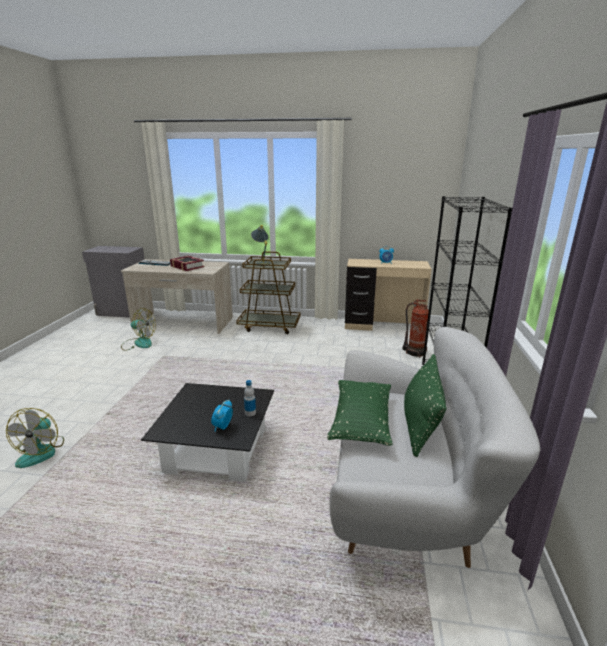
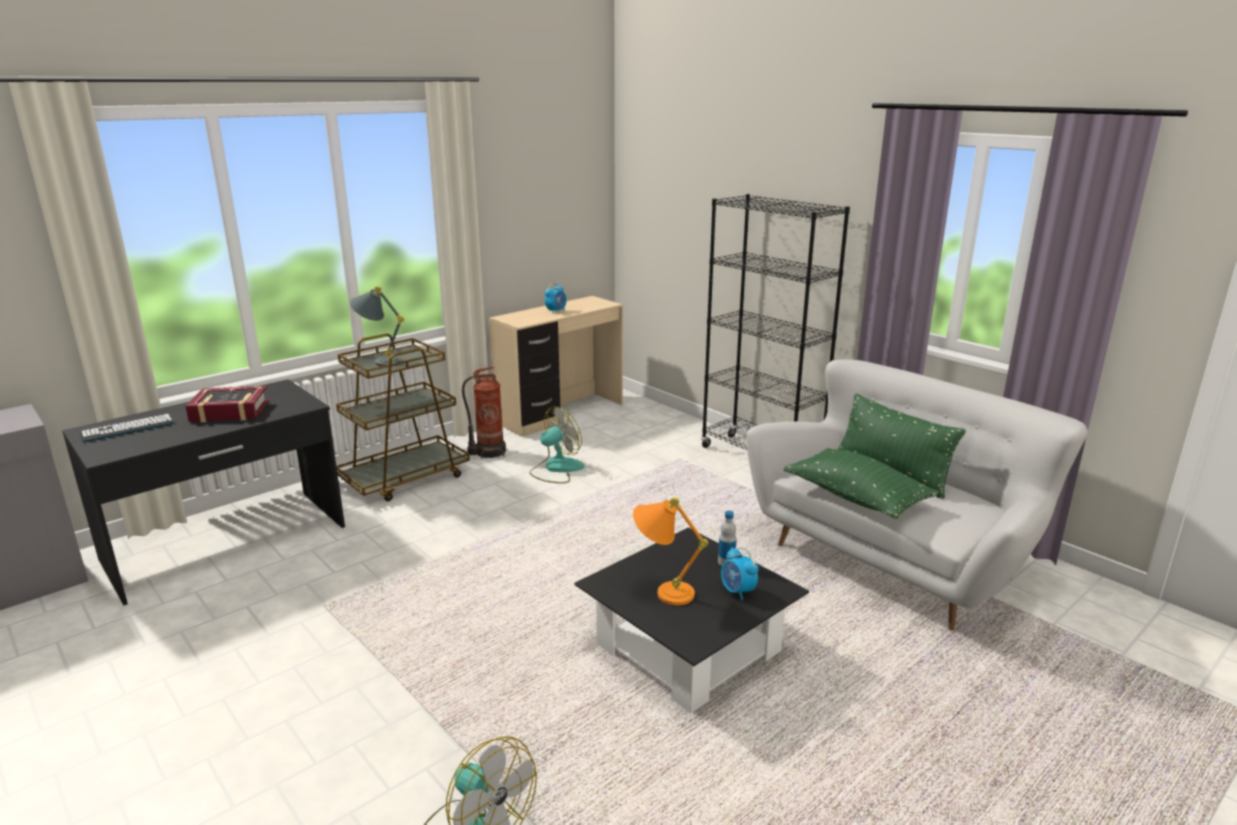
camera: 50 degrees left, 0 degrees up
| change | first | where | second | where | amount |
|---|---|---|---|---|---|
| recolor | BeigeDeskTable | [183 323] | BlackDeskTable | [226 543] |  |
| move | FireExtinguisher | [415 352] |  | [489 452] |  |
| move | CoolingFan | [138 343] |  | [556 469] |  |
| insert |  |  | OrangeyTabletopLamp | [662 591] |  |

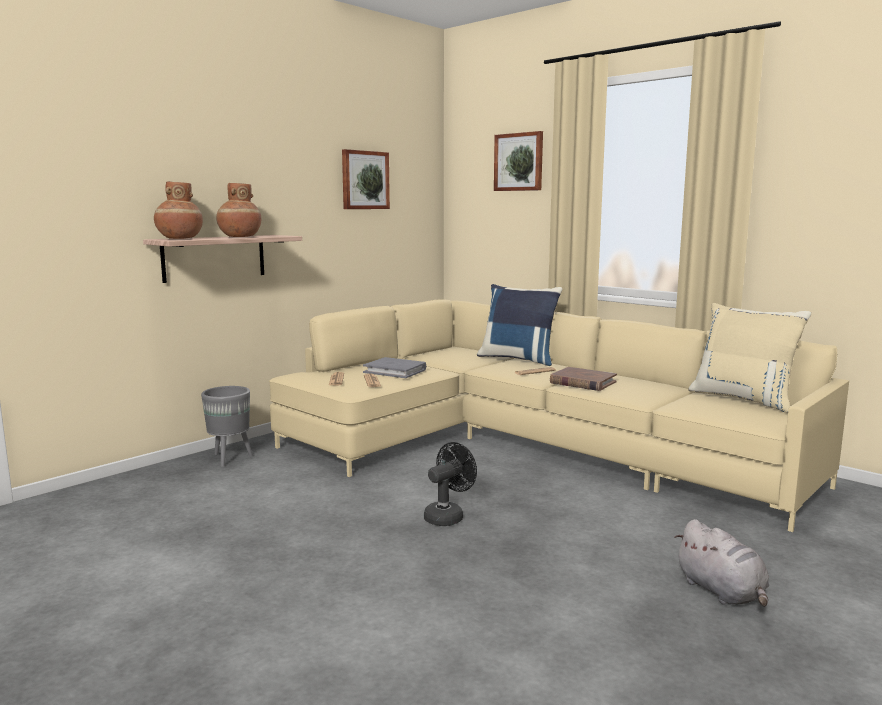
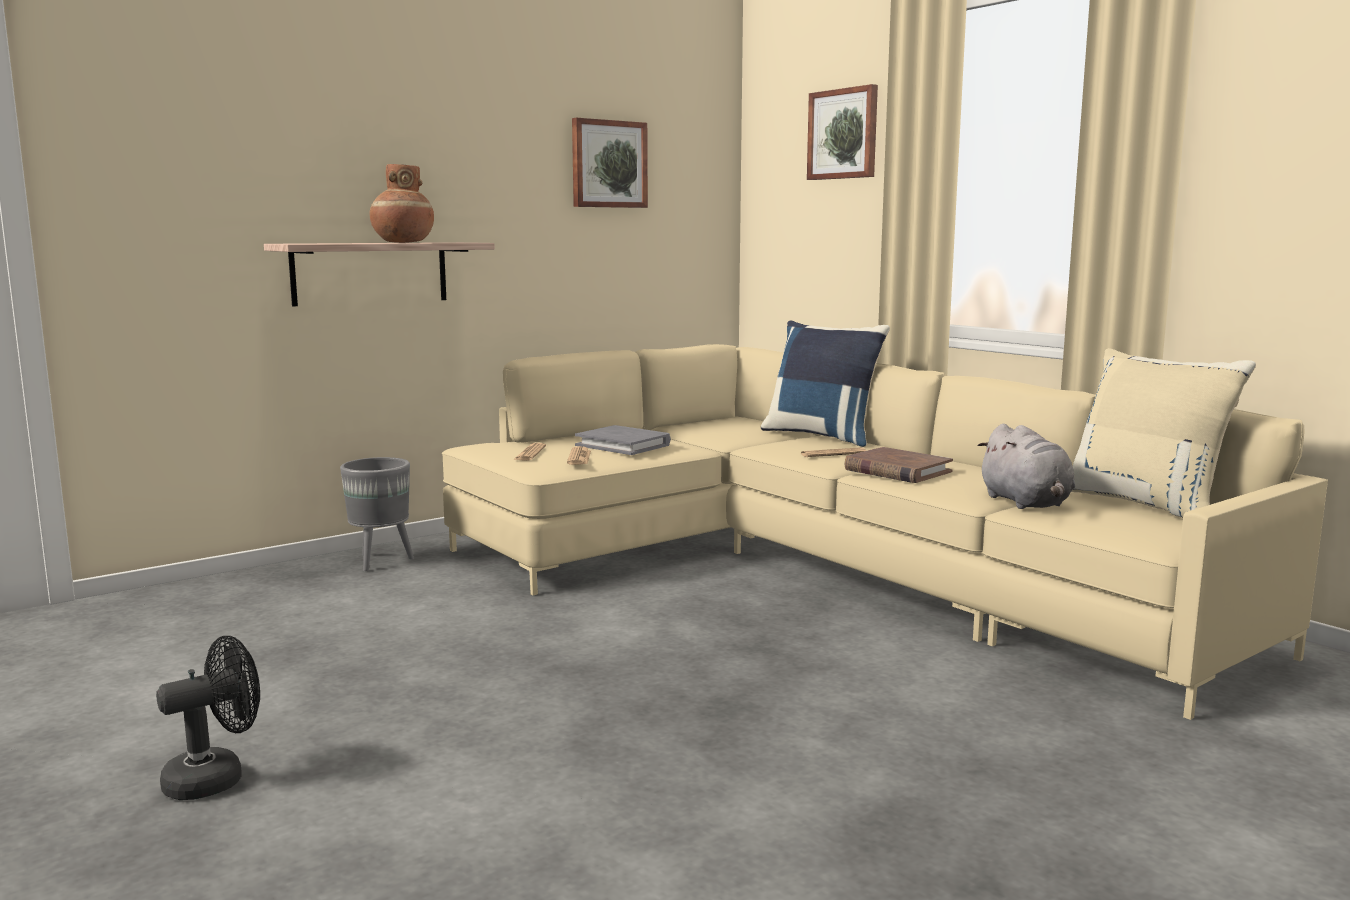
camera: 10 degrees right, 0 degrees up
| change | first | where | second | where | amount |
|---|---|---|---|---|---|
| move | BlackCoolingFan | [448 516] |  | [216 778] |  |
| move | GreyishSoftToy | [722 592] |  | [1026 503] |  |
| delete | BrownColouredFlowerVase | [179 238] |  |  |  |

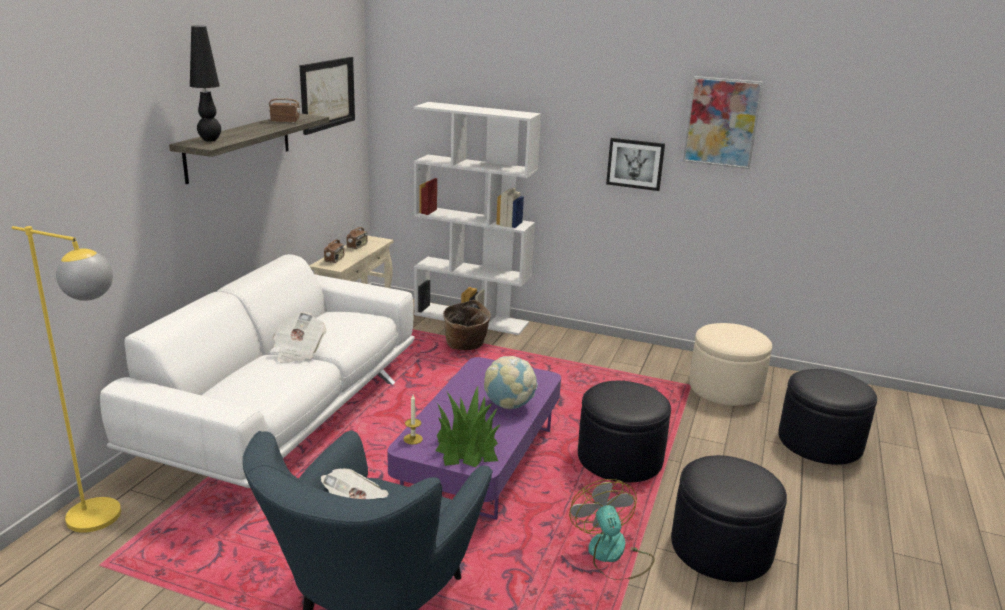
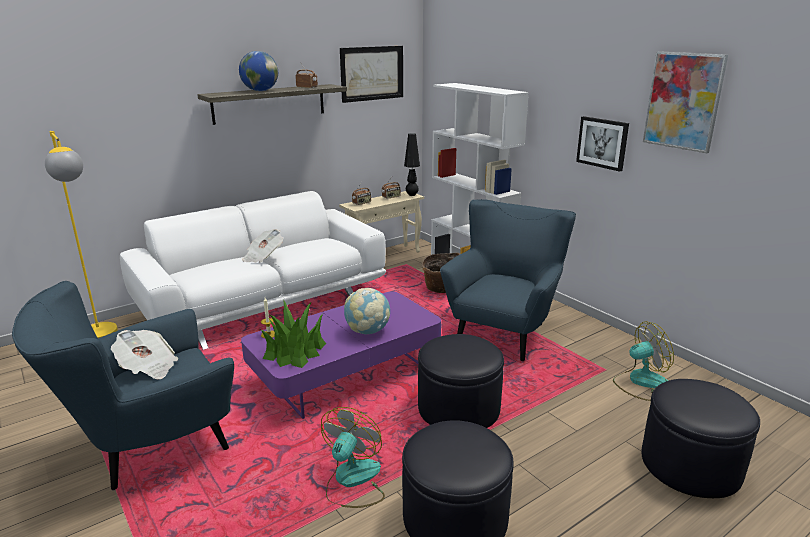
camera: 35 degrees right, 0 degrees up
| change | first | where | second | where | amount |
|---|---|---|---|---|---|
| insert |  |  | DeskGlobe | [260 91] |  |
| move | BlackTabletopLamp | [210 140] |  | [411 195] |  |
| insert |  |  | BlueEasyChair | [504 331] |  |
| replace | BeigeOttoman | [725 388] | CoolingFan | [640 382] |  |

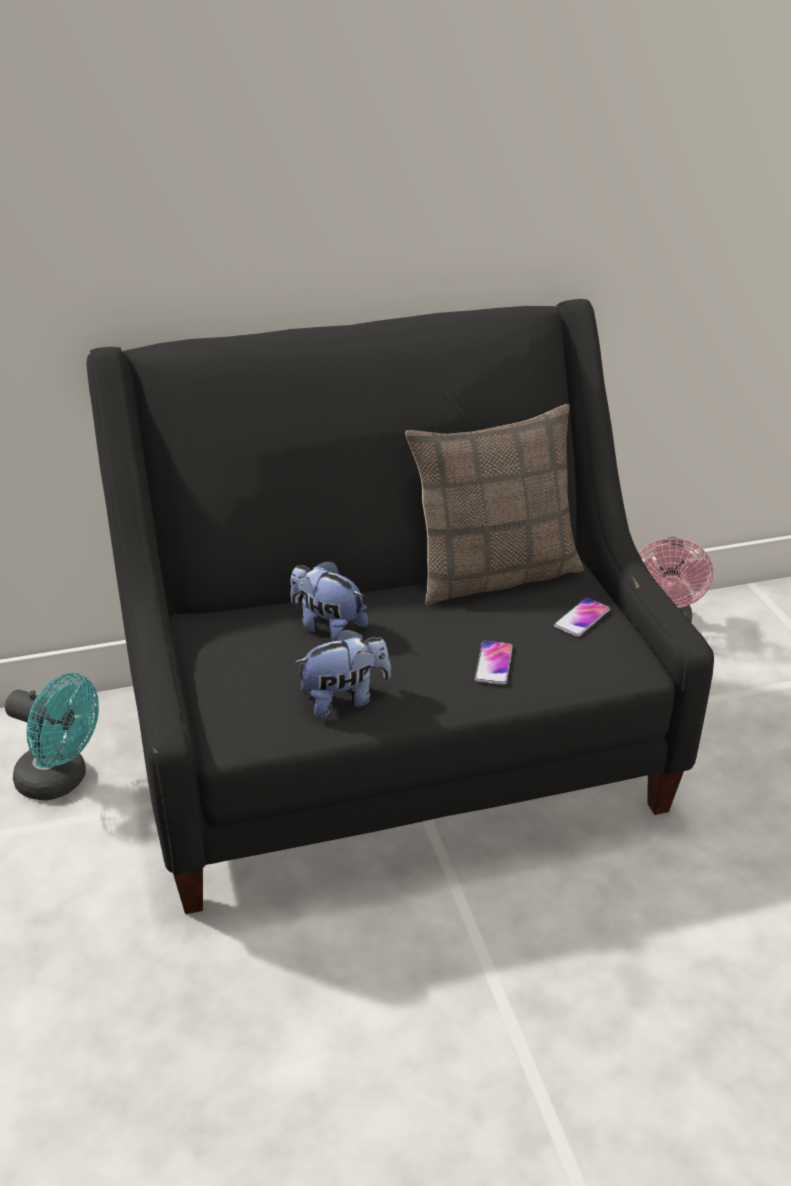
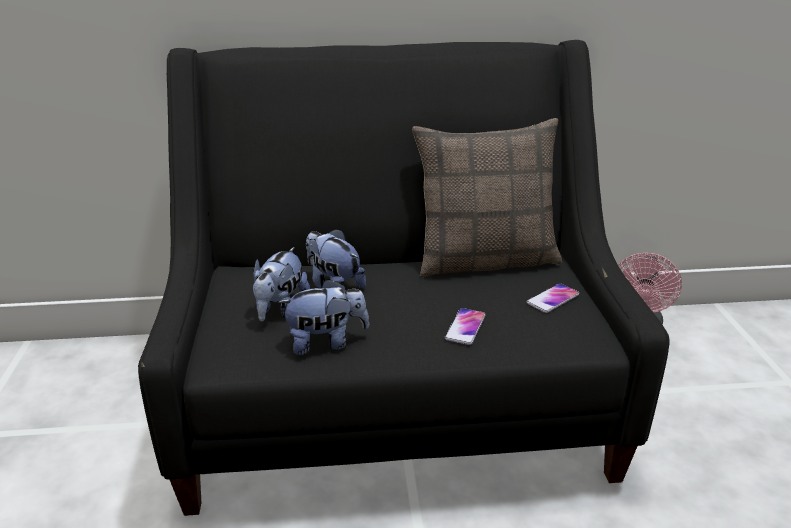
camera: 10 degrees right, 5 degrees down
| change | first | where | second | where | amount |
|---|---|---|---|---|---|
| insert |  |  | SoftToy | [280 309] |  |
| delete | TurquoiseCoolingFan | [61 781] |  |  |  |

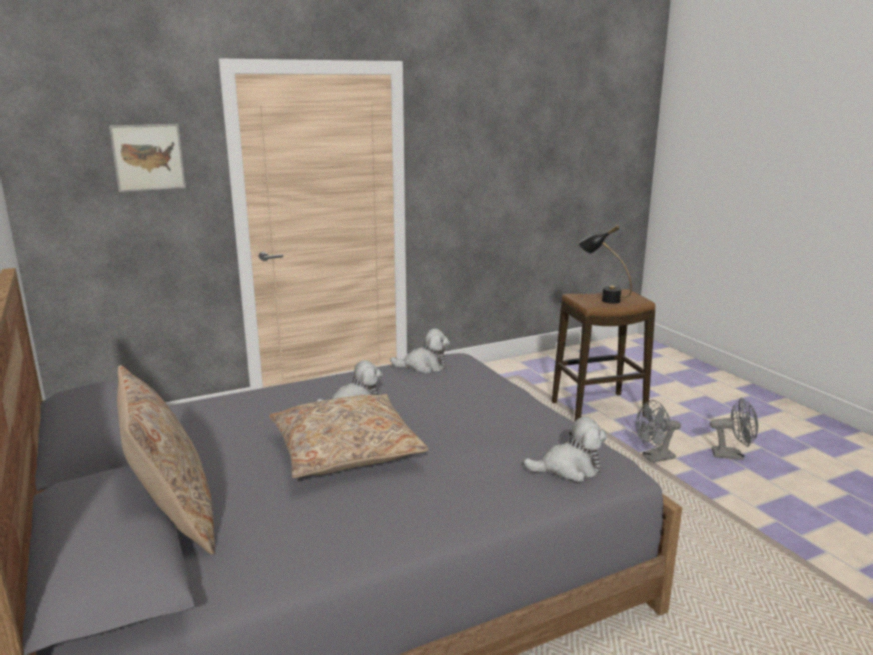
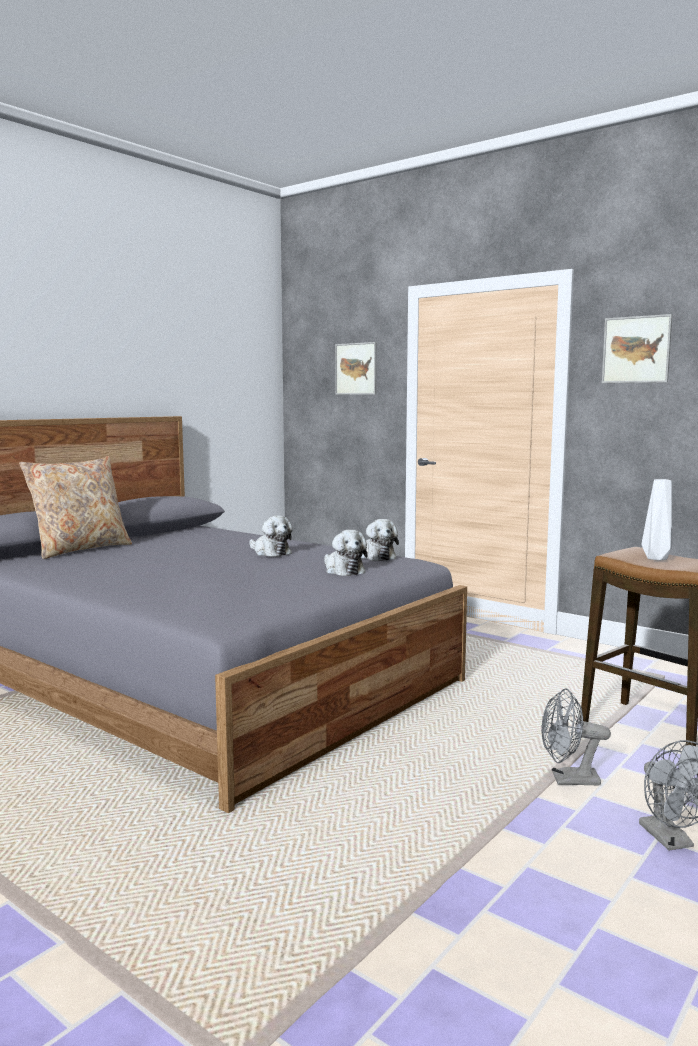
camera: 65 degrees right, 10 degrees down
| change | first | where | second | where | amount |
|---|---|---|---|---|---|
| move | SoftToy | [569 468] |  | [343 570] |  |
| rotate | GreyishCoolingFan | [654 458] |  | [568 780] | 45 degrees counterclockwise |
| insert |  |  | Picture | [636 349] |  |
| replace | BlackTabletopLamp | [602 299] | WhitishFlowerVase | [656 558] |  |
| delete | BeigeThrowPillow | [345 450] |  |  |  |

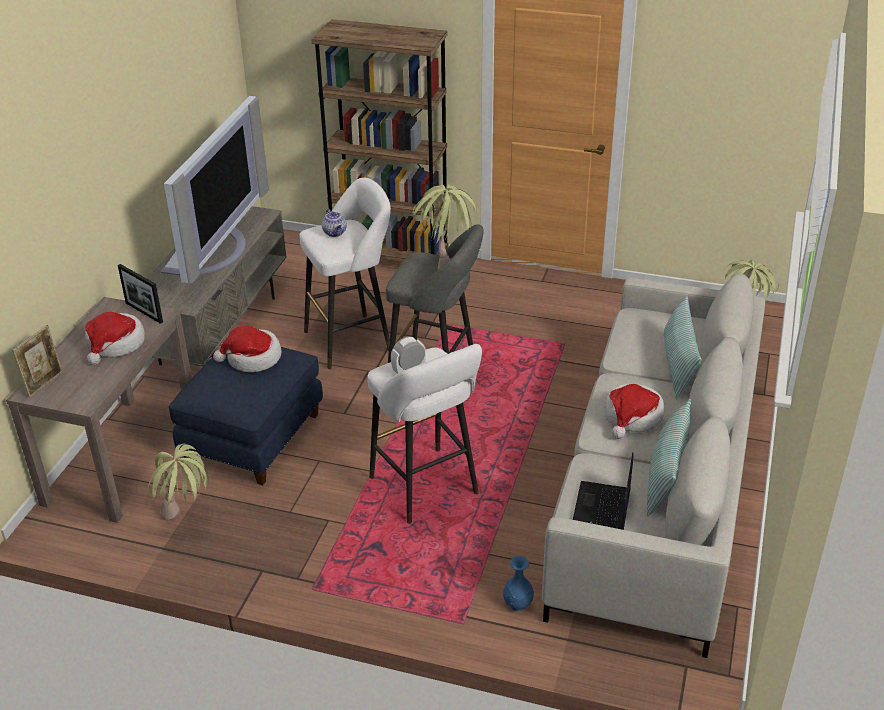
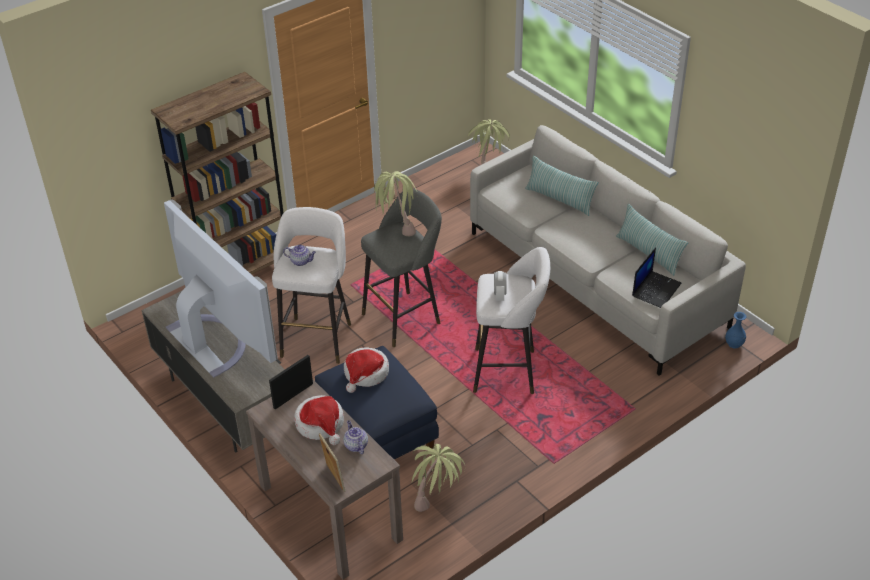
camera: 55 degrees left, 5 degrees up
| change | first | where | second | where | amount |
|---|---|---|---|---|---|
| rotate | PhotoFrame | [144 312] |  | [293 395] | 150 degrees clockwise |
| insert |  |  | Teapot | [355 445] |  |
| rotate | NotebookComputer | [602 510] |  | [656 289] | 105 degrees counterclockwise |
| move | BlueFlowerVase | [517 604] |  | [734 344] |  |
| delete | Hat | [632 417] |  |  |  |

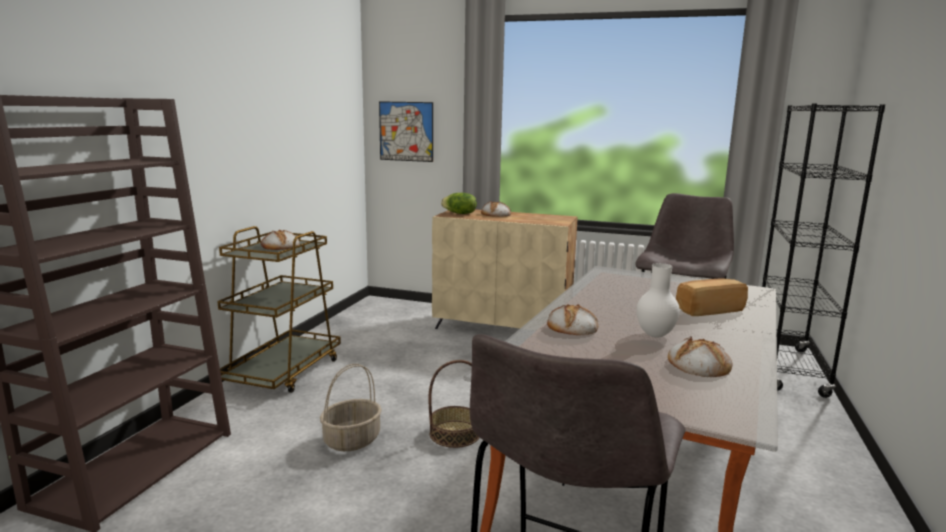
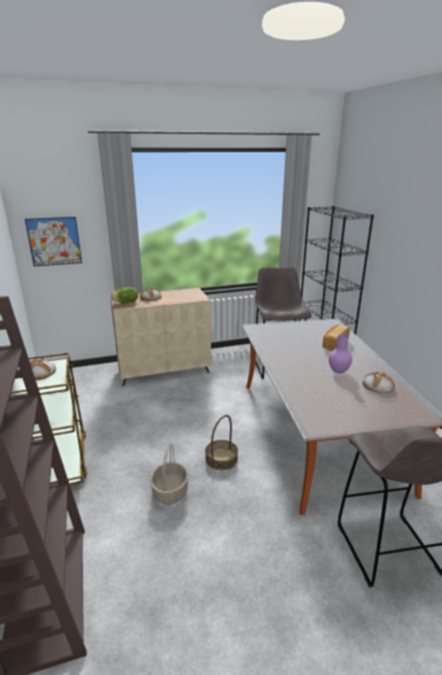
camera: 35 degrees left, 10 degrees up
| change | first | where | second | where | amount |
|---|---|---|---|---|---|
| recolor | WhitishFlowerVase | [654 335] | PurpleColouredFlowerVase | [338 372] |  |
| delete | BakedBread | [572 327] |  |  |  |

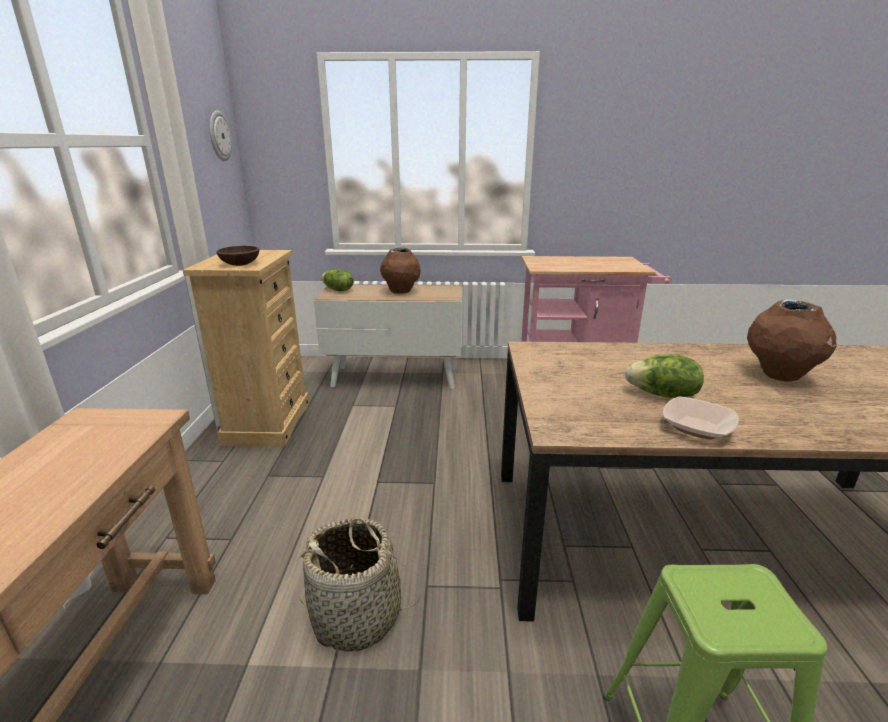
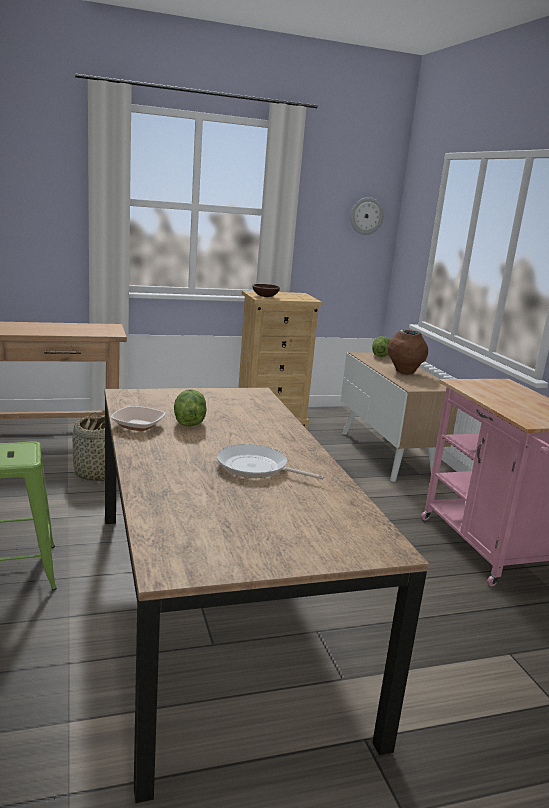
camera: 70 degrees right, 5 degrees down
| change | first | where | second | where | amount |
|---|---|---|---|---|---|
| replace | BrownColouredFlowerVase | [779 375] | FryingPan | [256 468] |  |

